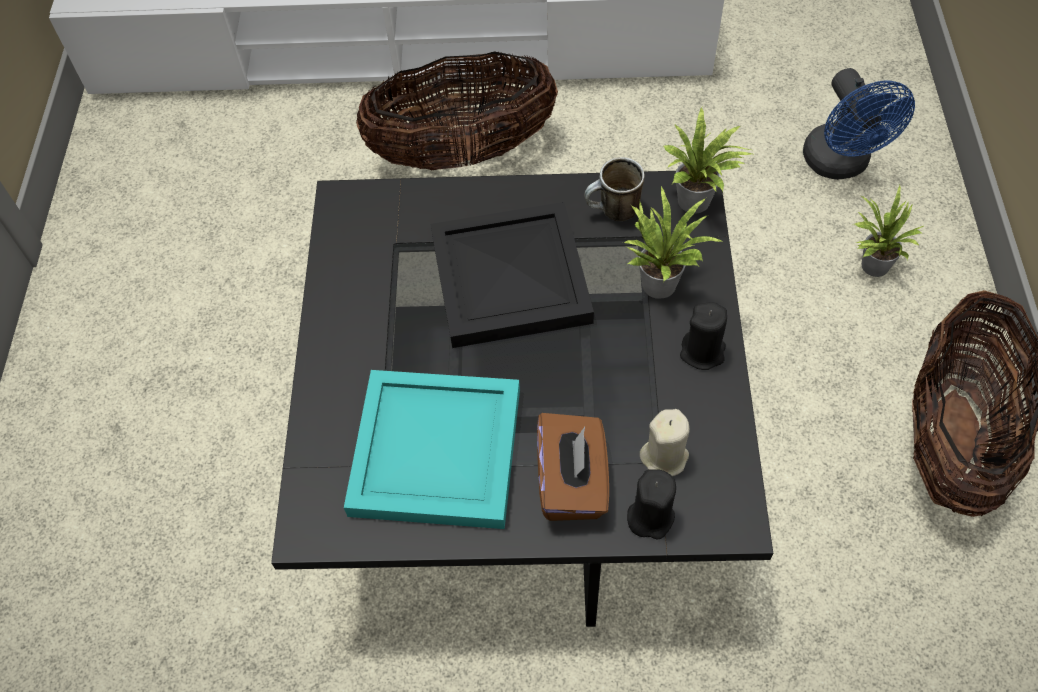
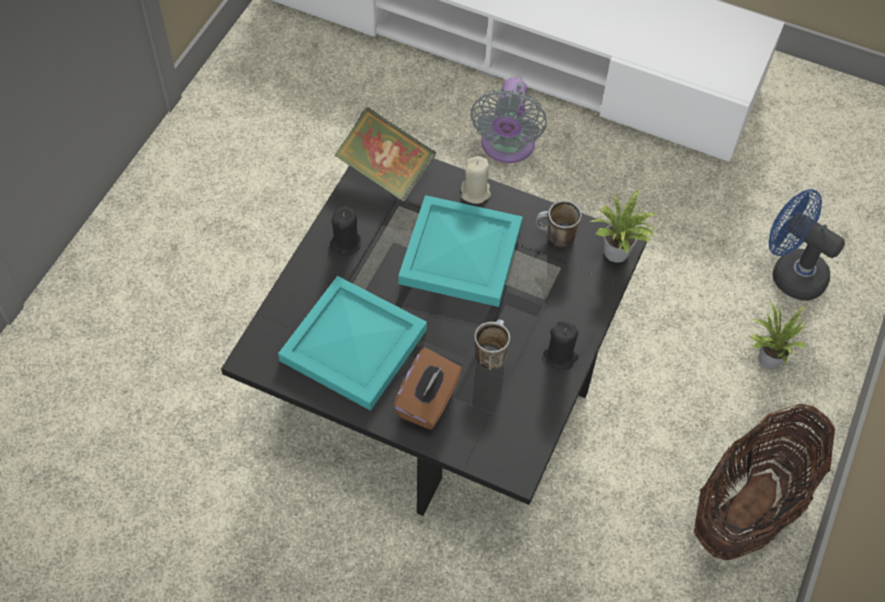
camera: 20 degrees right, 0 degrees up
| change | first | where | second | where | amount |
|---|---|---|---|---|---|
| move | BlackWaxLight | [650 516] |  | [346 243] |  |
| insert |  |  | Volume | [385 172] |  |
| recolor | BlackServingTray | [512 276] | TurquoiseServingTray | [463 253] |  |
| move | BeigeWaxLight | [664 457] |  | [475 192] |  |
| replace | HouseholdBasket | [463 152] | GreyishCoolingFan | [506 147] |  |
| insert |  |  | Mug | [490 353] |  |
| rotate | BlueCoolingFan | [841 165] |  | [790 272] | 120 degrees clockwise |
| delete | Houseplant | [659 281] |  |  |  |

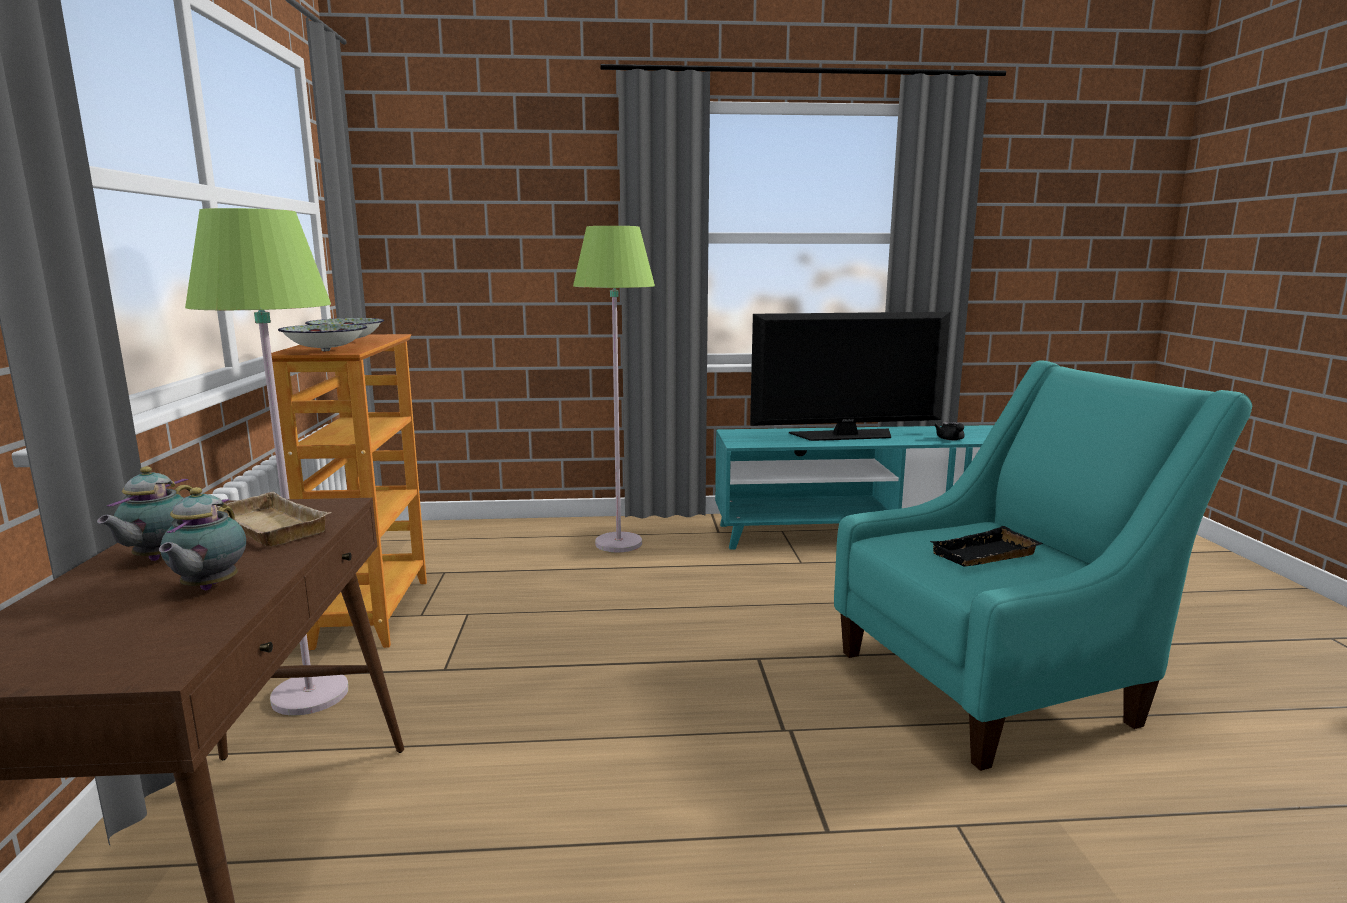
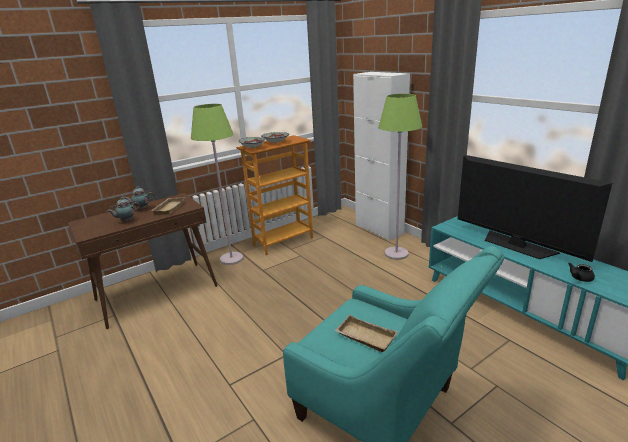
camera: 60 degrees right, 10 degrees up
| change | first | where | second | where | amount |
|---|---|---|---|---|---|
| recolor | BlackServingTray | [985 556] | BeigeServingTray | [364 337] |  |
| insert |  |  | WhitishCupboard | [379 229] |  |

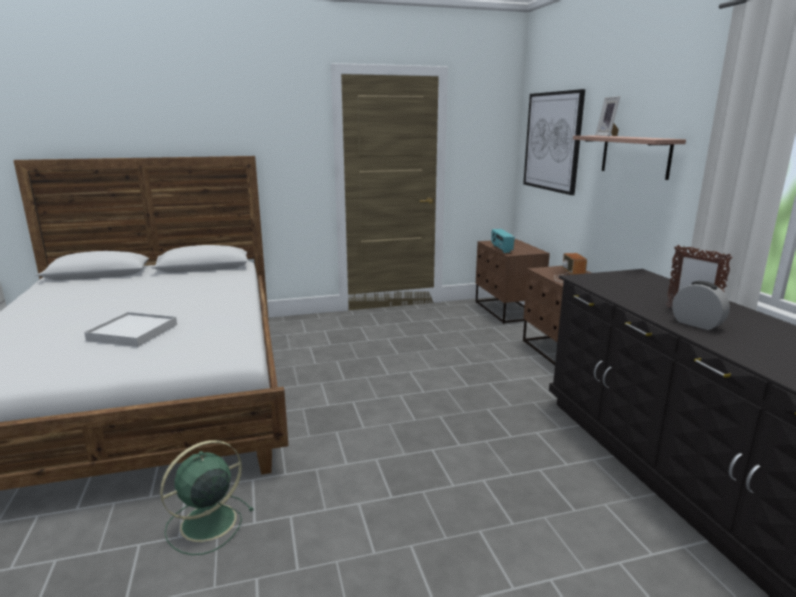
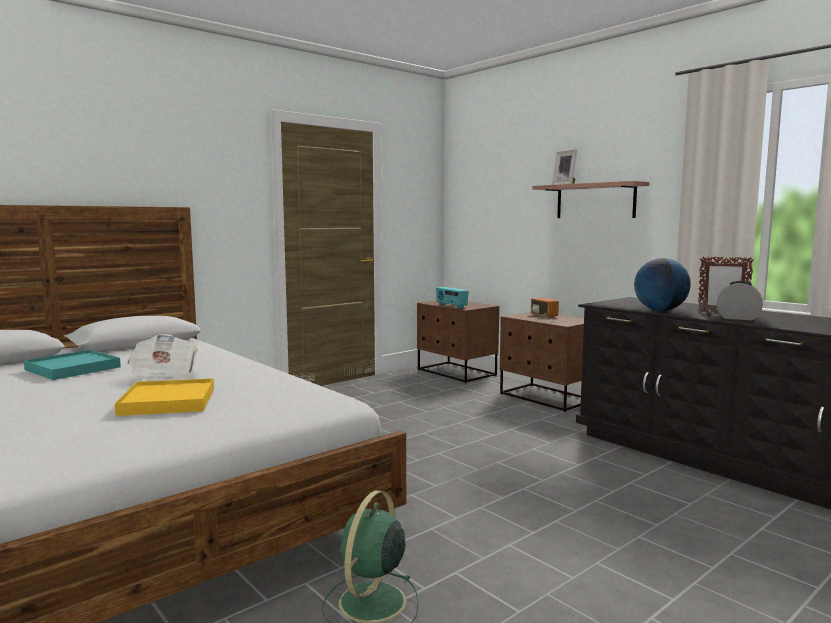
camera: 25 degrees left, 10 degrees down
| change | first | where | second | where | amount |
|---|---|---|---|---|---|
| insert |  |  | TurquoiseServingTray | [72 368] |  |
| recolor | WhitishServingTray | [133 332] | YellowishServingTray | [168 401] |  |
| insert |  |  | Newspaper | [163 378] |  |
| insert |  |  | DeskGlobe | [660 310] |  |
| delete | Picture | [552 141] |  |  |  |

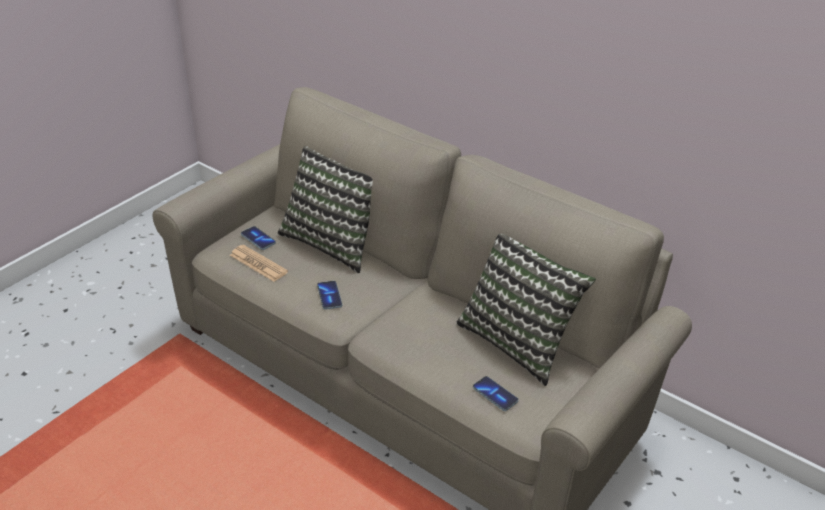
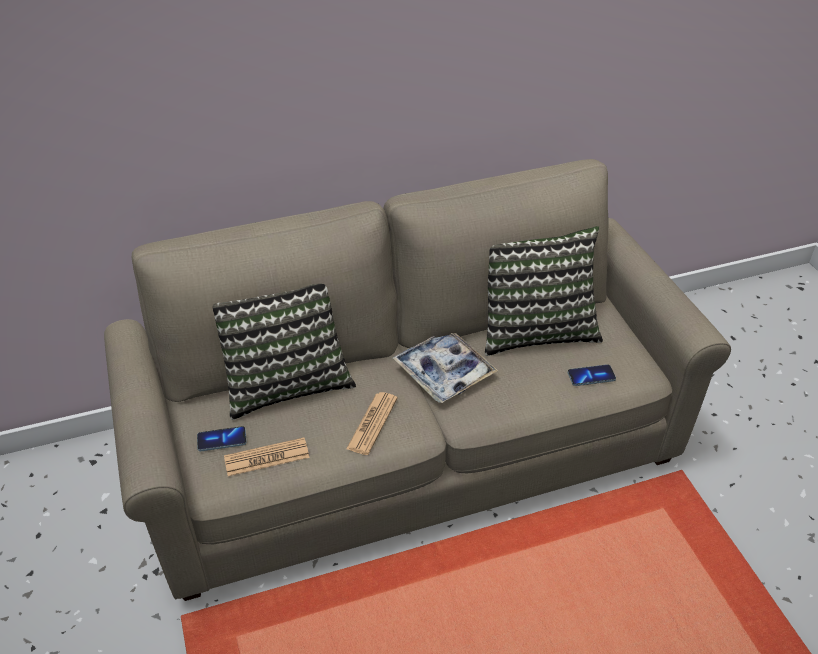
camera: 55 degrees left, 5 degrees up
| change | first | where | second | where | amount |
|---|---|---|---|---|---|
| replace | Telephone | [329 296] | Newspaper | [372 423] |  |
| insert |  |  | ServingTray | [444 372] |  |

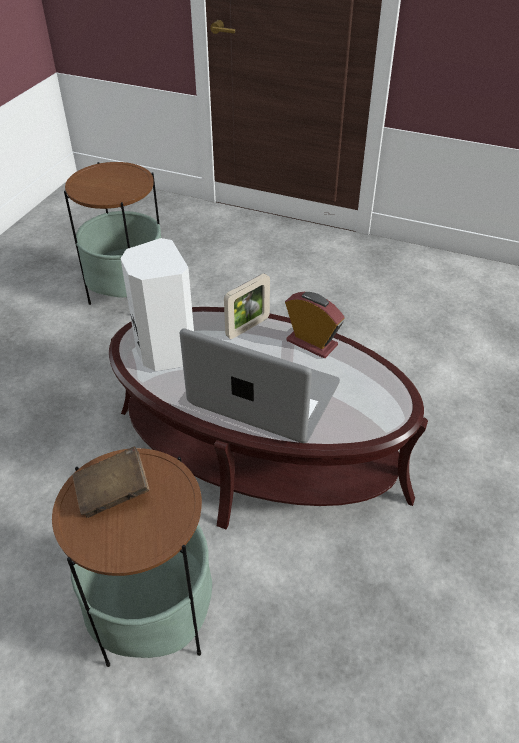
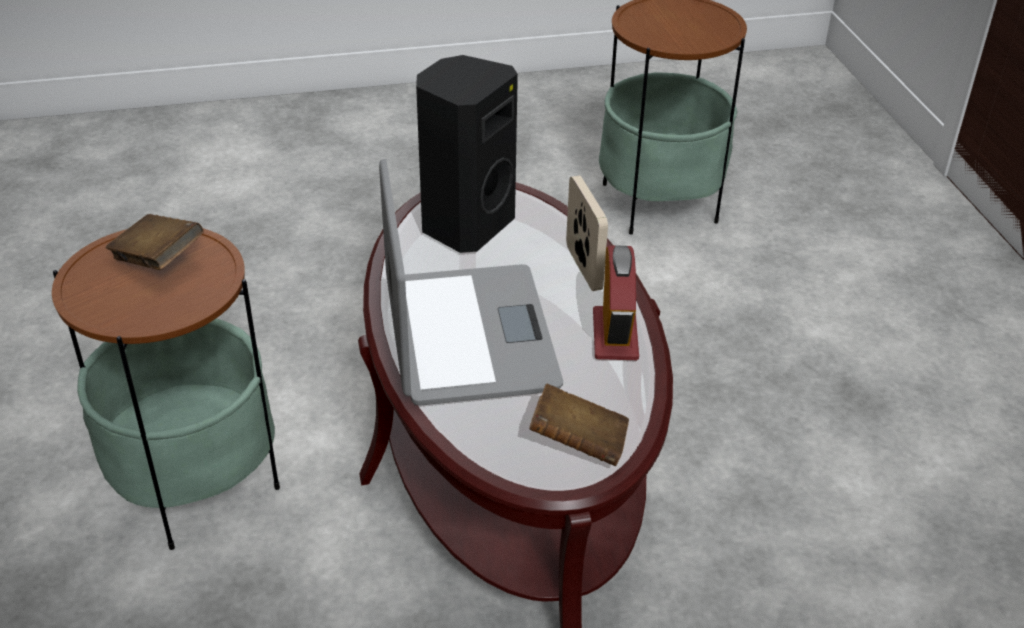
camera: 55 degrees right, 5 degrees down
| change | first | where | second | where | amount |
|---|---|---|---|---|---|
| recolor | WhitishAudioSpeaker | [164 352] | BlackAudioSpeaker | [464 225] |  |
| insert |  |  | BrownColouredVolume | [578 443] |  |
| rotate | PhotoFrame | [247 327] |  | [583 268] | 120 degrees counterclockwise |

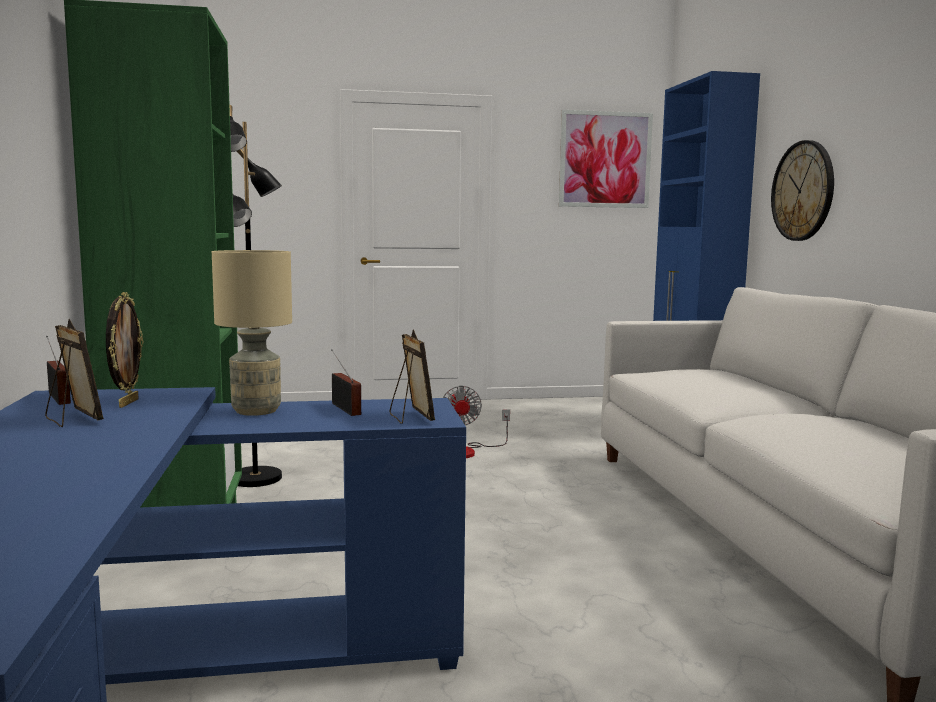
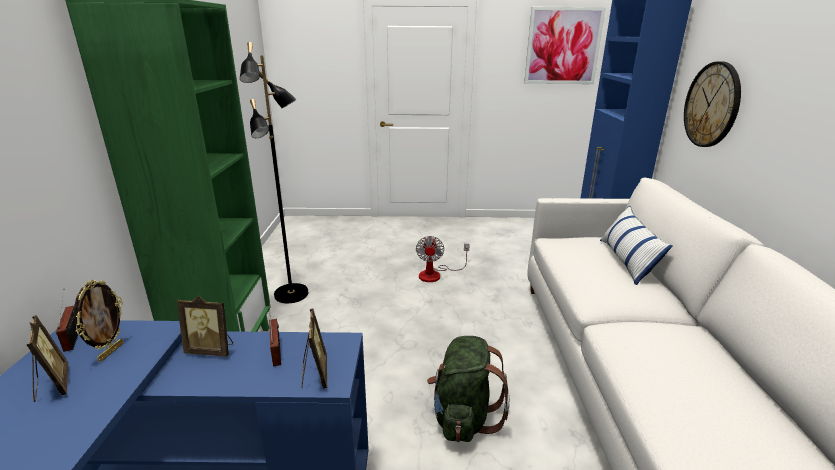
camera: 10 degrees right, 15 degrees up
| change | first | where | second | where | amount |
|---|---|---|---|---|---|
| replace | BeigeTabletopLamp | [257 411] | PhotoFrame | [211 350] |  |
| insert |  |  | GreenKnapsack | [463 417] |  |
| insert |  |  | ThrowPillow | [627 261] |  |

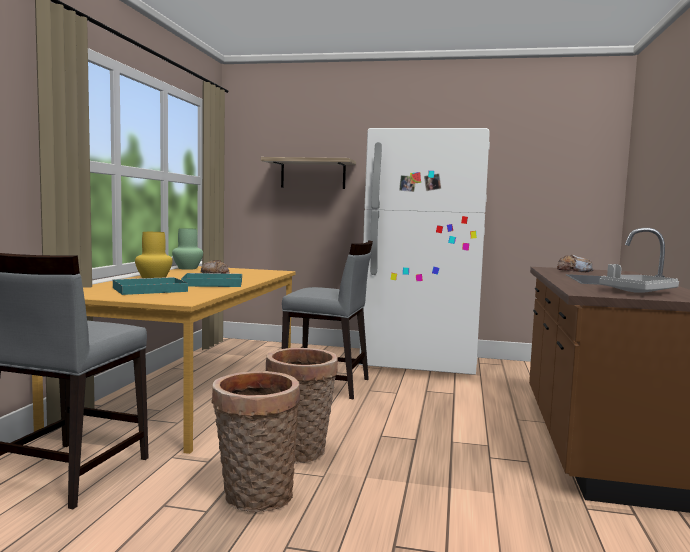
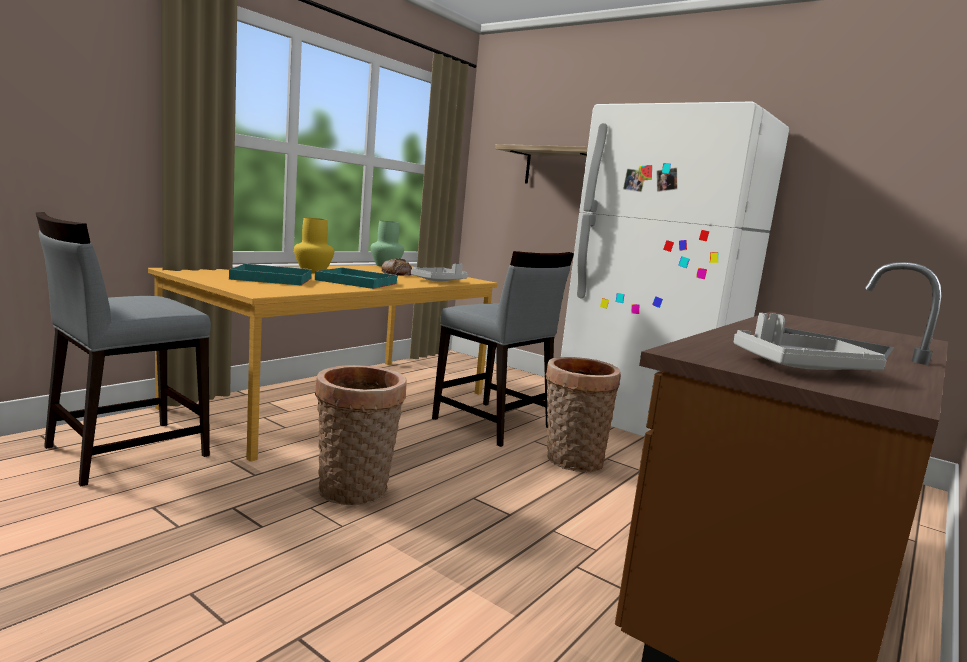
camera: 25 degrees right, 5 degrees up
| change | first | where | second | where | amount |
|---|---|---|---|---|---|
| insert |  |  | GreyishServingTray | [439 281] |  |
| move | HouseholdBasket | [255 498] |  | [571 461] |  |
| delete | BakedBread | [574 270] |  |  |  |

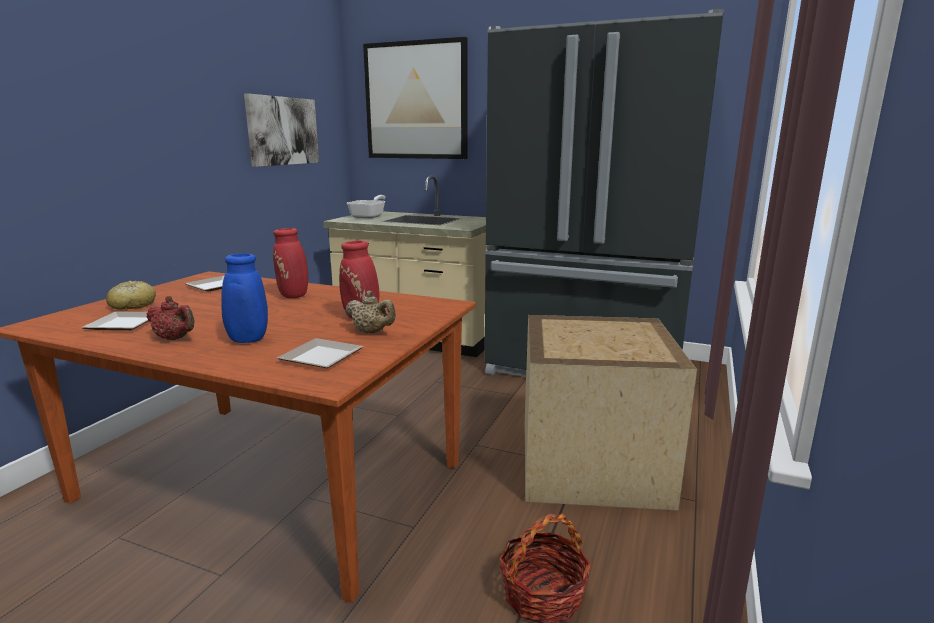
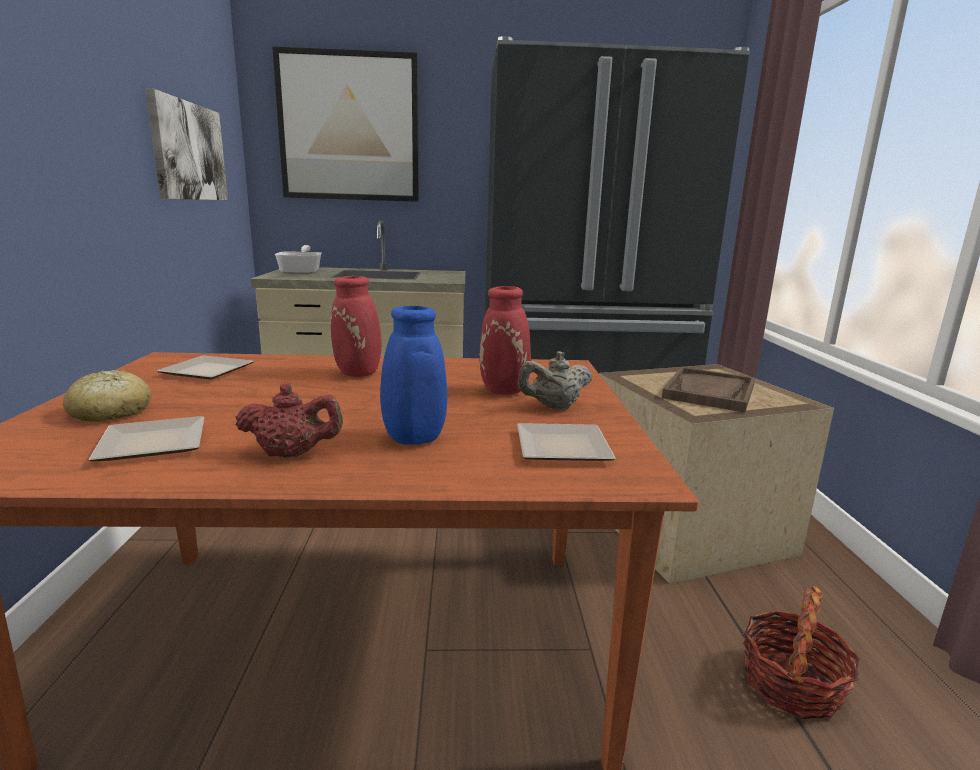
camera: 25 degrees left, 0 degrees up
| change | first | where | second | where | amount |
|---|---|---|---|---|---|
| rotate | BeigeTeapot | [372 332] |  | [554 407] | 150 degrees clockwise |
| insert |  |  | BrownColouredServingTray | [709 392] |  |

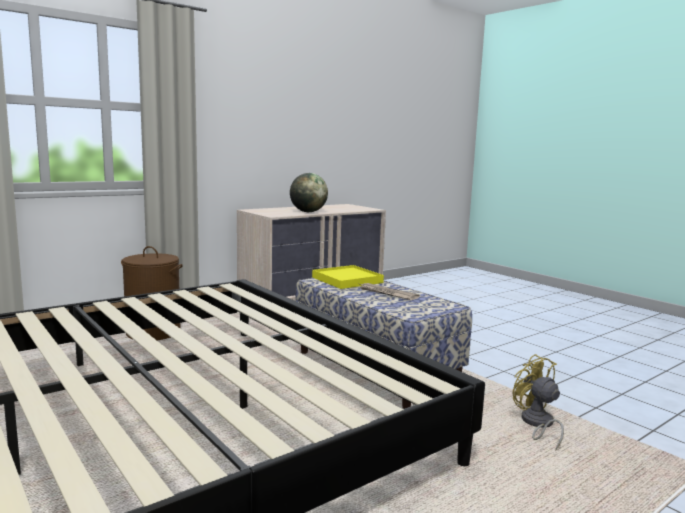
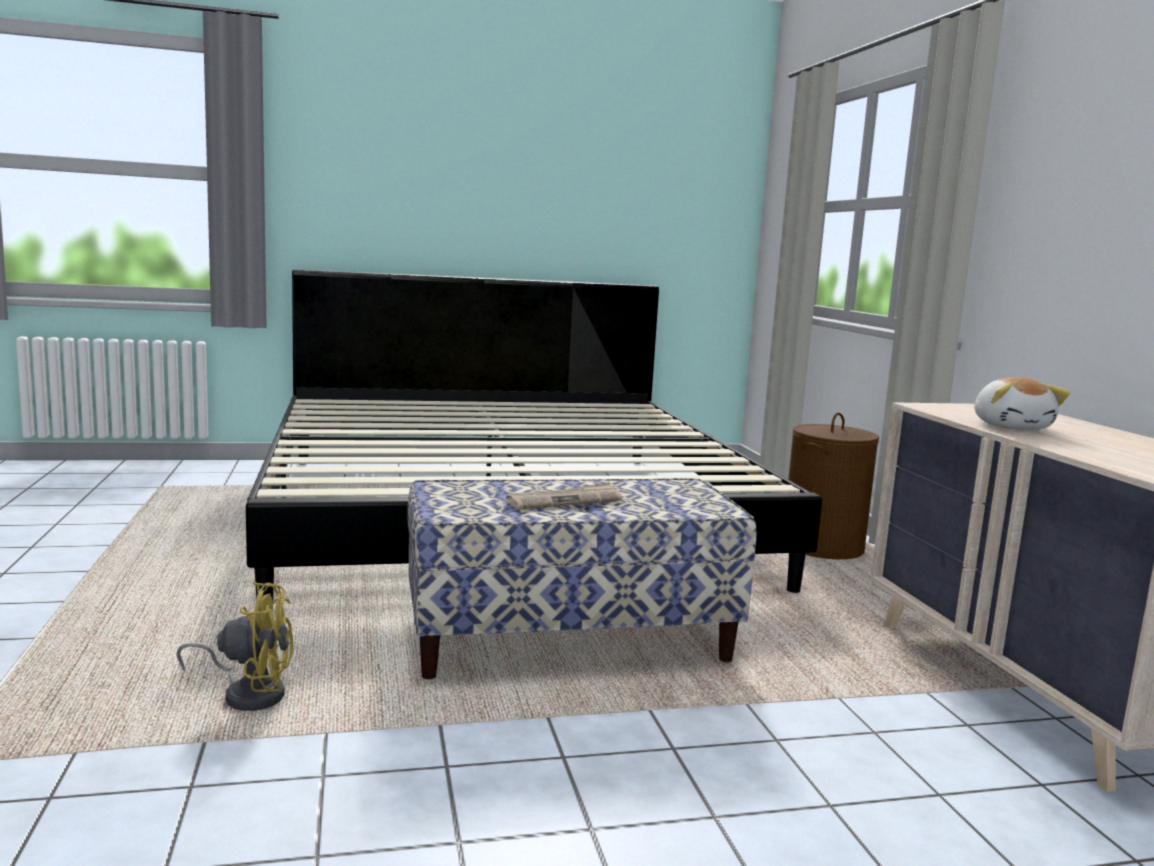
camera: 115 degrees right, 0 degrees up
| change | first | where | second | where | amount |
|---|---|---|---|---|---|
| replace | DeskGlobe | [308 212] | SoftToy | [1011 427] |  |
| delete | YellowishServingTray | [347 280] |  |  |  |

